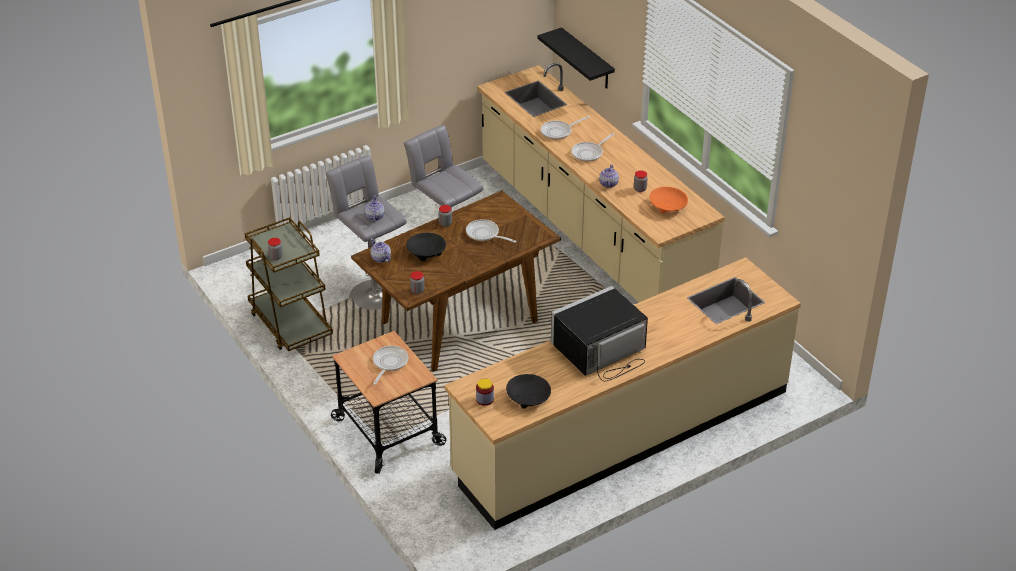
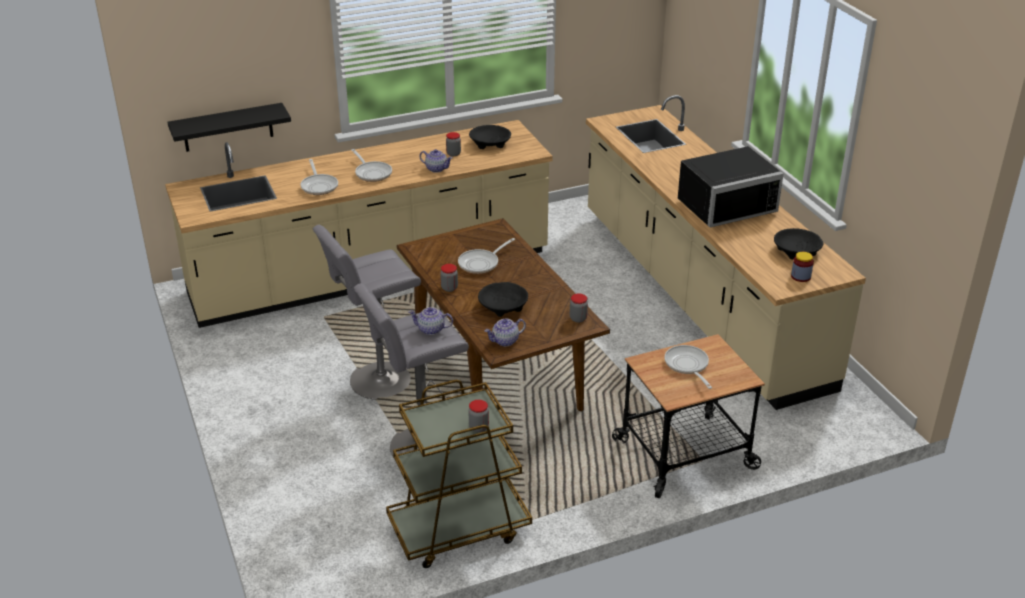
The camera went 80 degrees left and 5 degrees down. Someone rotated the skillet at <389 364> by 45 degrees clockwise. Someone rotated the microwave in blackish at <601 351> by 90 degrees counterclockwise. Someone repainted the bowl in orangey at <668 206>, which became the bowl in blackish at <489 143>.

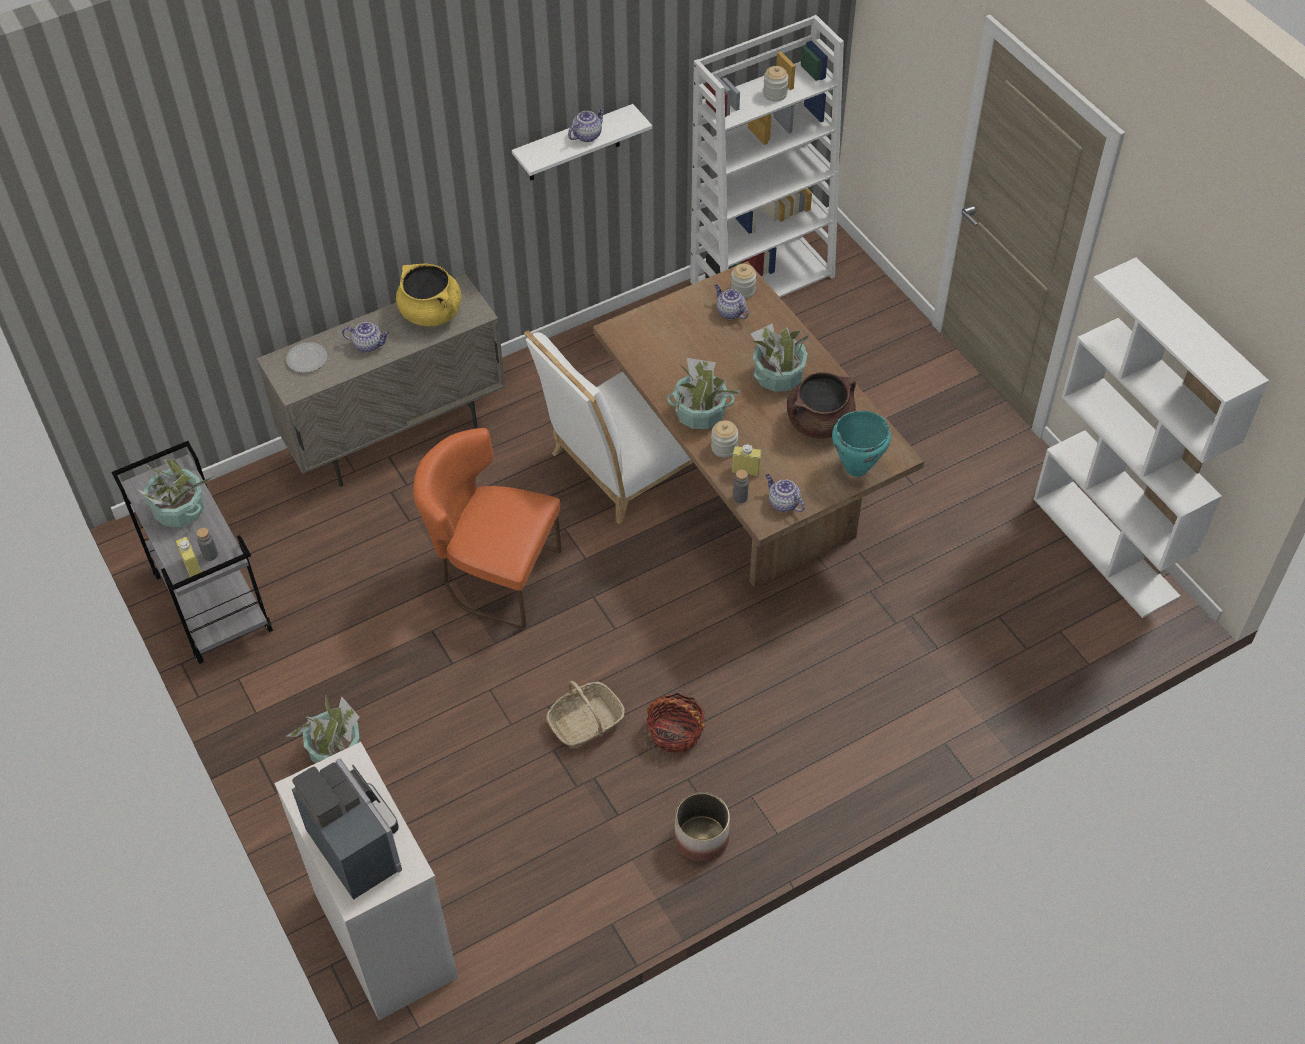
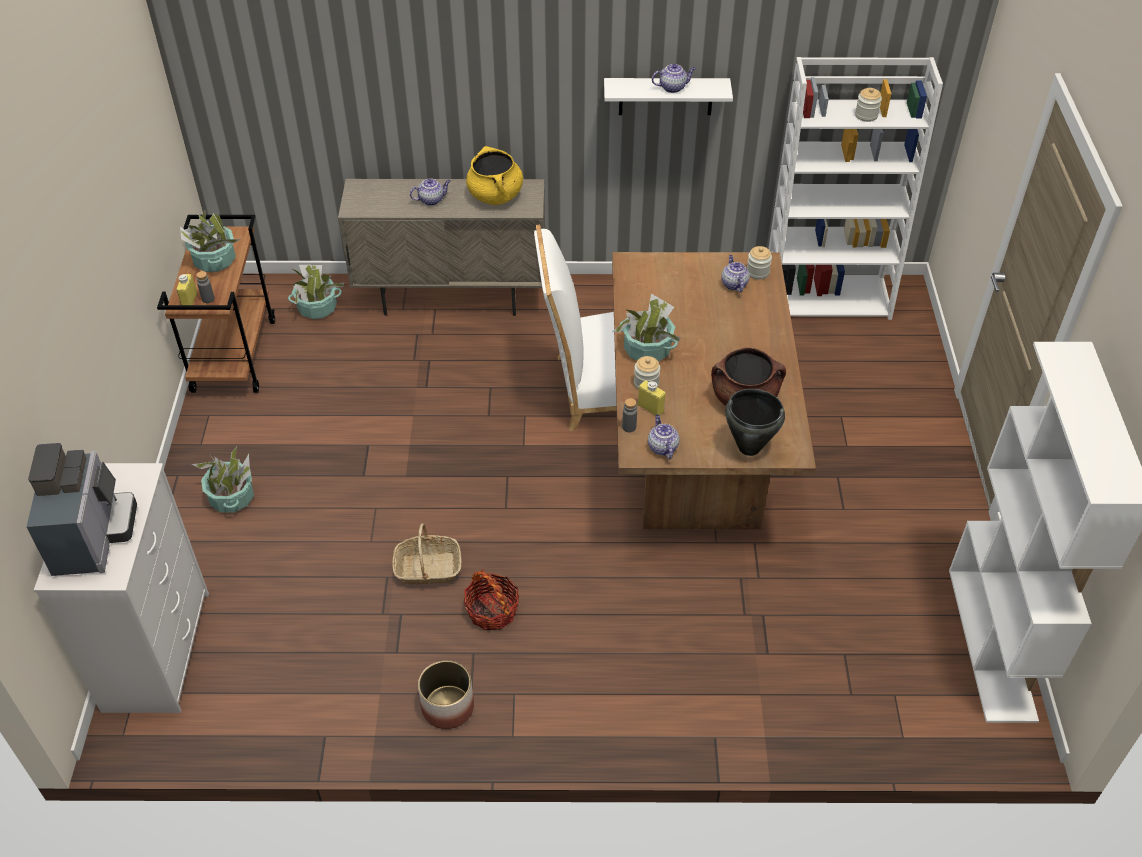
The camera went 30 degrees right and 5 degrees down. Someone repainted the trolley in grey at <211 602>, which became the trolley in brown-coloured at <233 355>. Someone took away the dinner plate at <307 359>. Someone rotated the teapot at <369 345> by 60 degrees counterclockwise. Someone took away the plain chair in orangey at <493 575>. Someone carried the houseplant from <778 376> to <317 308>. Someone repainted the cooking pot in turquoise-coloured at <856 468>, which became the cooking pot in blackish at <749 447>.

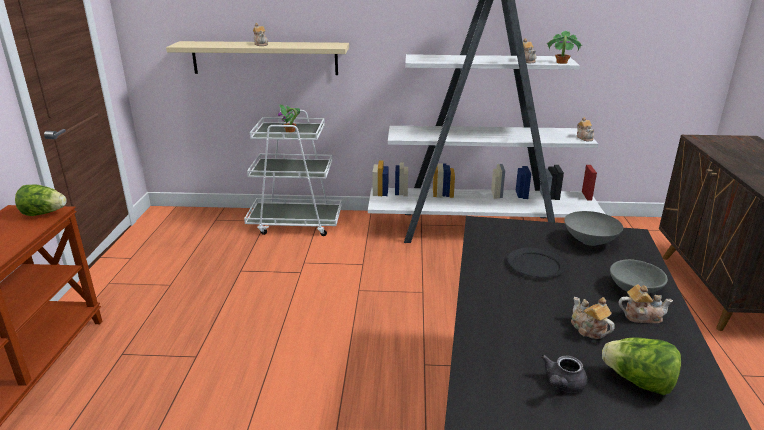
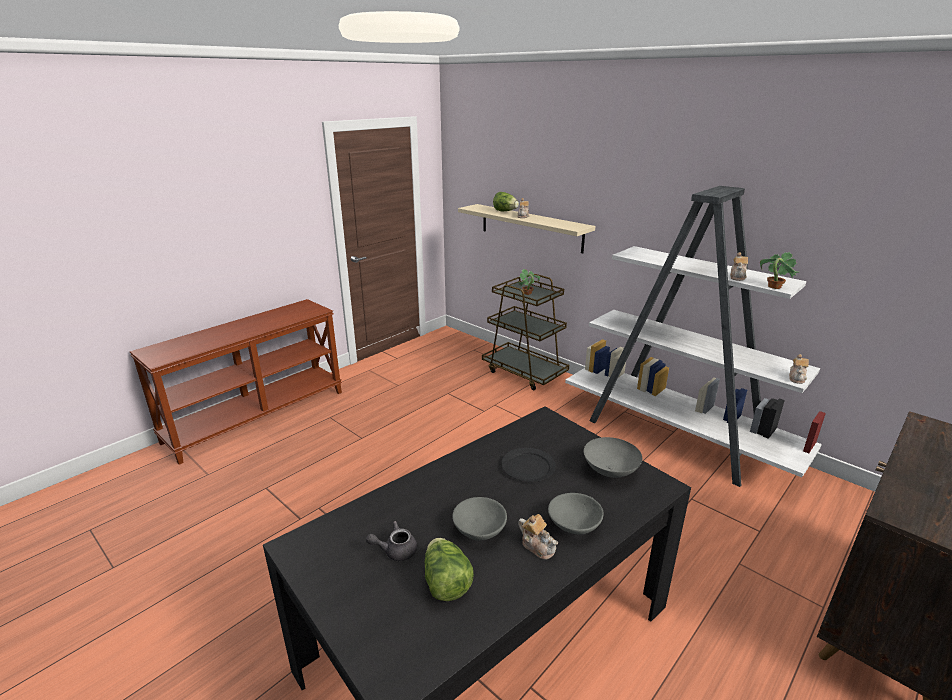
The camera went 40 degrees right and 0 degrees up. Someone carried the lettuce from <44 213> to <505 211>. Someone repainted the trolley in whitish at <296 223>, which became the trolley in brown-coloured at <524 372>. Someone swapped the teapot at <588 329> for the bowl in grey at <479 530>.

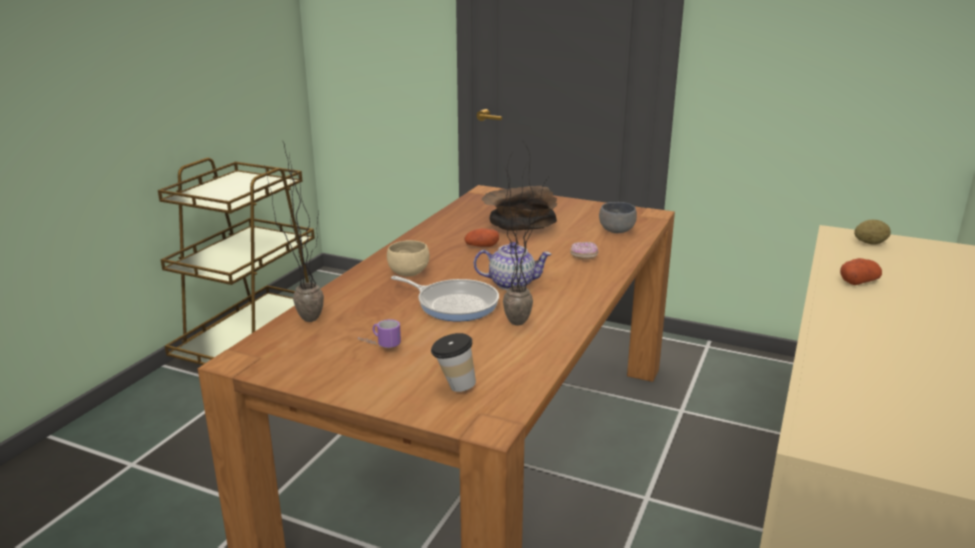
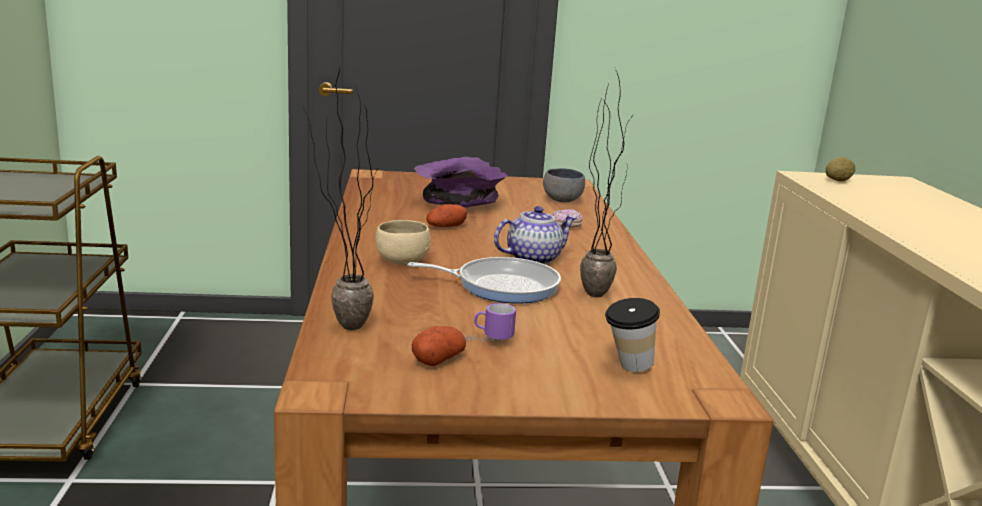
The camera went 30 degrees left and 5 degrees down. Someone repainted the bowl in brown-coloured at <519 226>, which became the bowl in purple at <458 204>. Someone carried the spud from <858 282> to <438 359>.

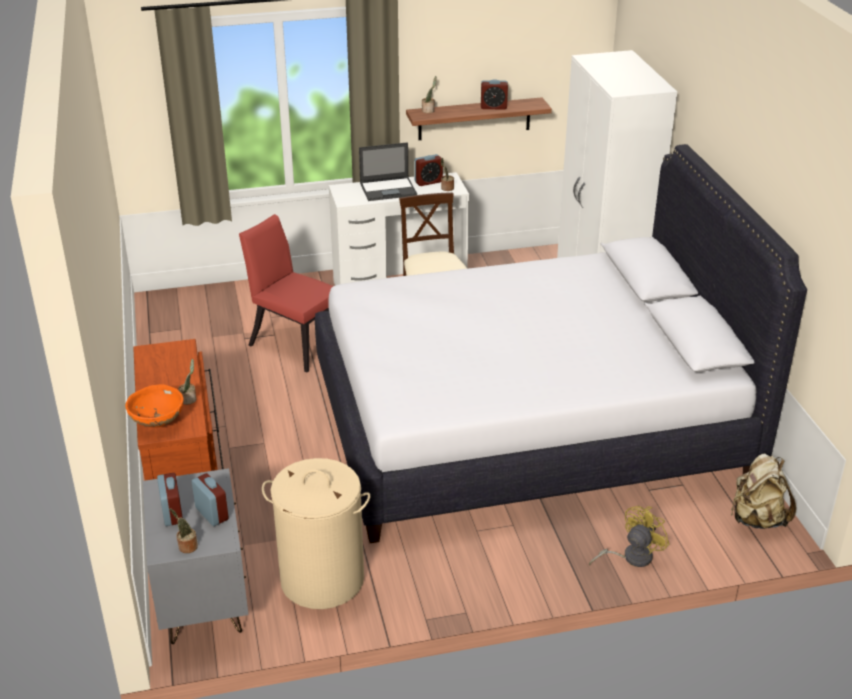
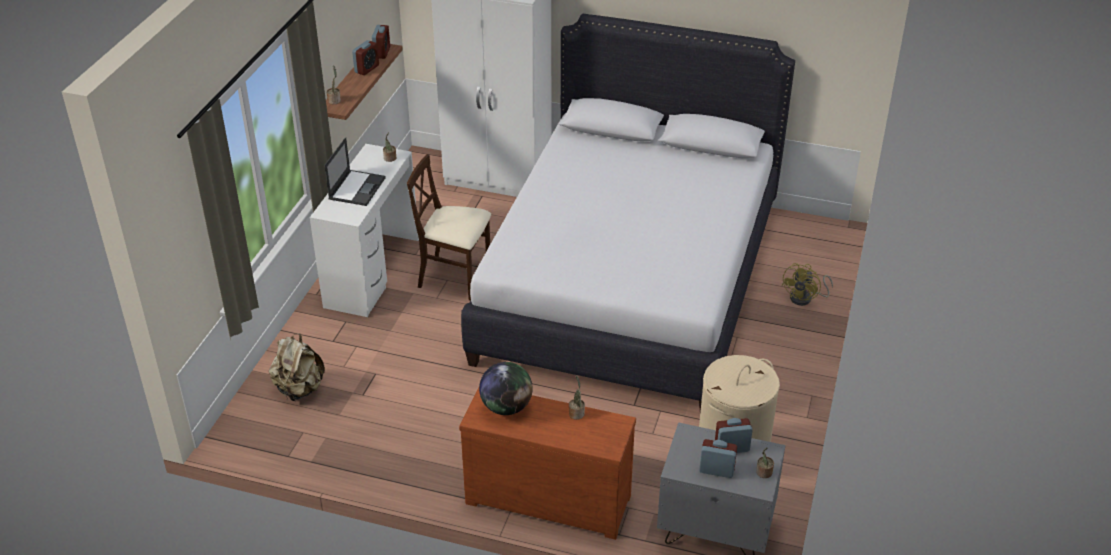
The camera went 60 degrees left and 5 degrees up. Someone took away the bowl in orangey at <157 422>. Someone took away the plain chair in red at <296 341>. Someone carried the bedside clock from <428 182> to <382 53>. Someone rotated the cooling fan in yellow at <631 557> by 135 degrees counterclockwise. Someone carried the knapsack in sand-coloured from <757 519> to <299 389>. Someone put down the globe at <506 407>.

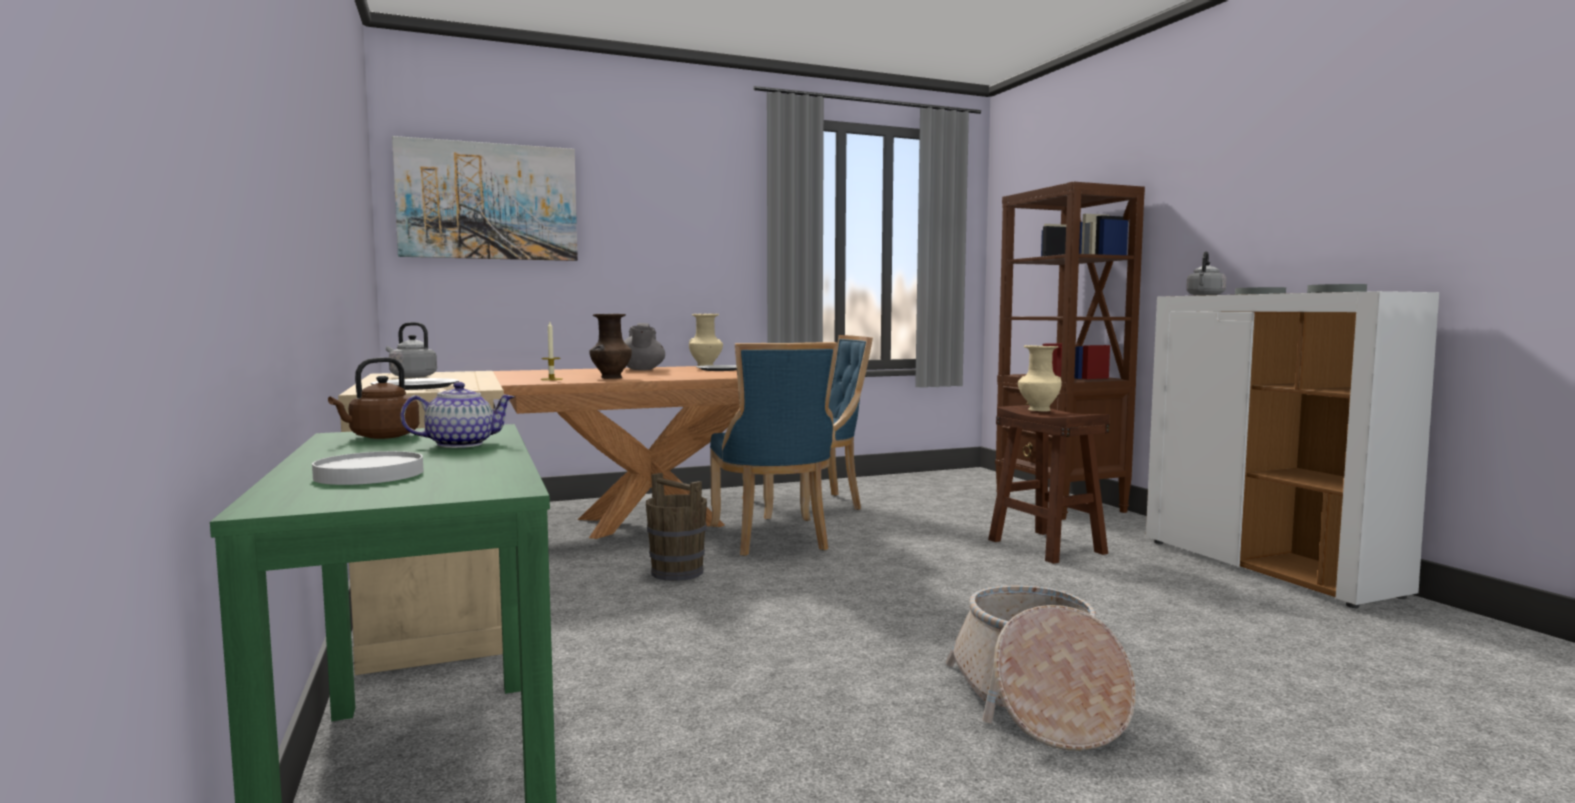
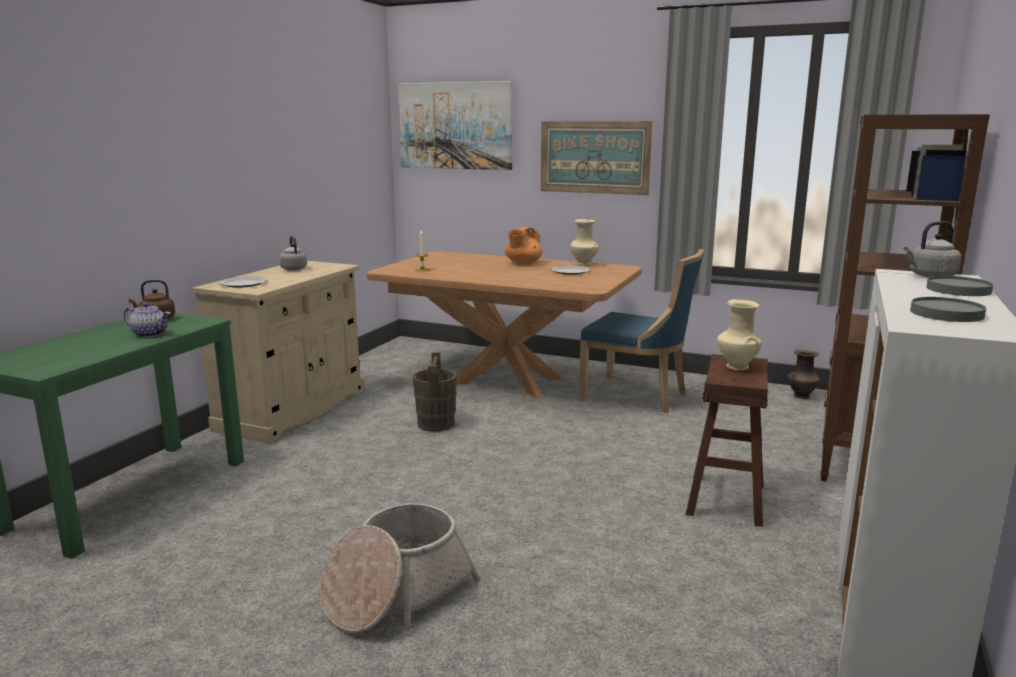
The camera went 45 degrees right and 10 degrees up. Someone took away the dinner plate in whitish at <370 474>. Someone carried the decorative vase in brown-coloured from <611 378> to <800 396>. Someone repainted the teapot in grey at <641 370>, which became the teapot in orangey at <523 263>. Someone took away the plain chair in blue at <772 538>. Someone put up the wall art at <594 157>.

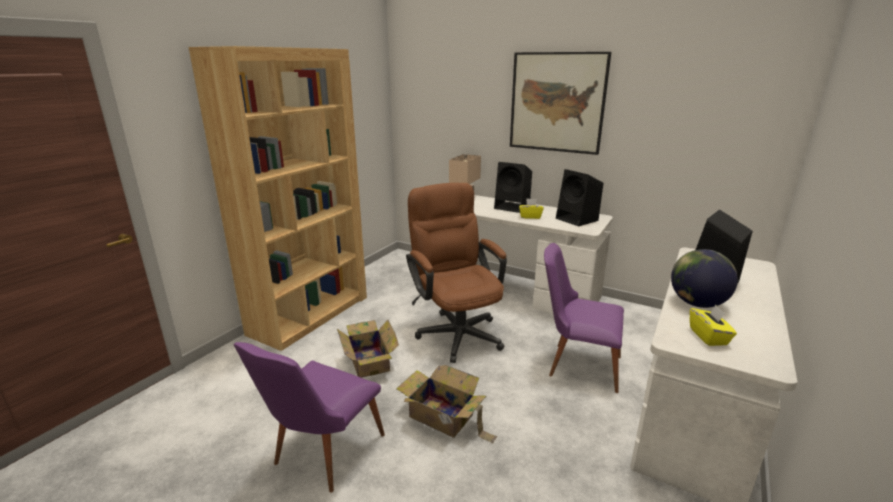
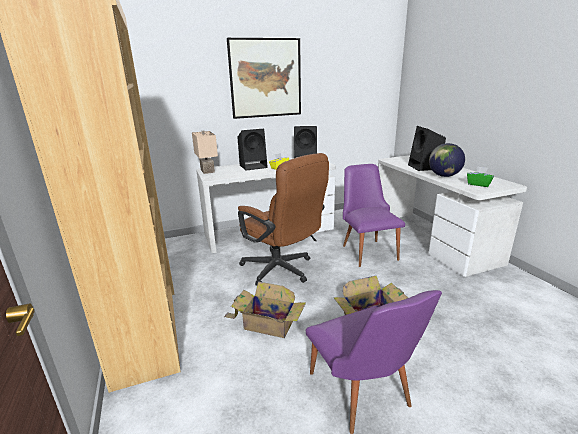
The camera went 50 degrees left and 0 degrees up. Someone rotated the desk chair in brown-coloured at <456 331> by 150 degrees counterclockwise. Someone rotated the plain chair in purple at <576 364> by 105 degrees clockwise. Someone repainted the tissue holder in yellow at <708 336>, which became the tissue holder in green at <478 184>.

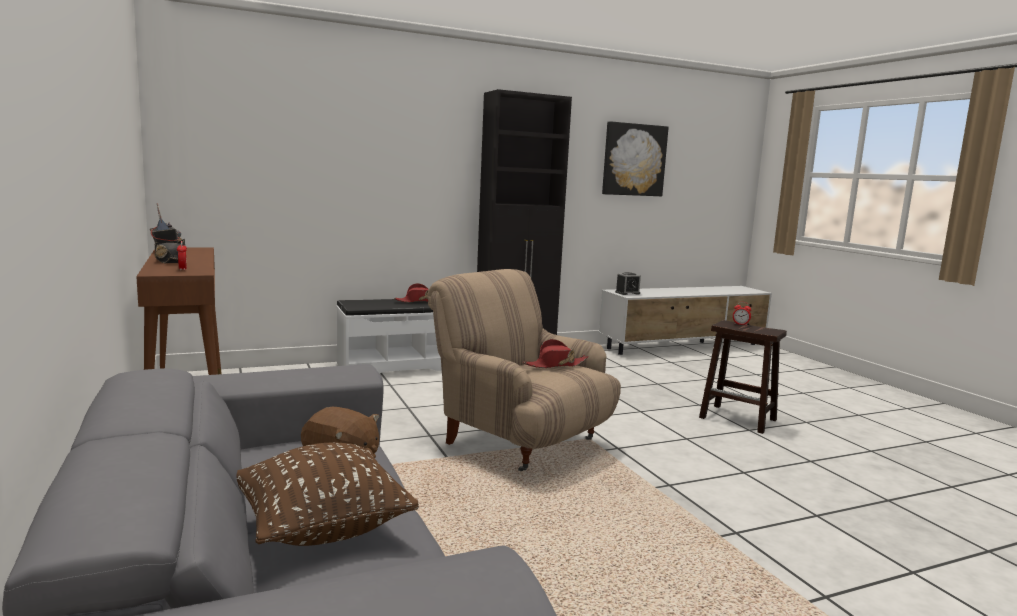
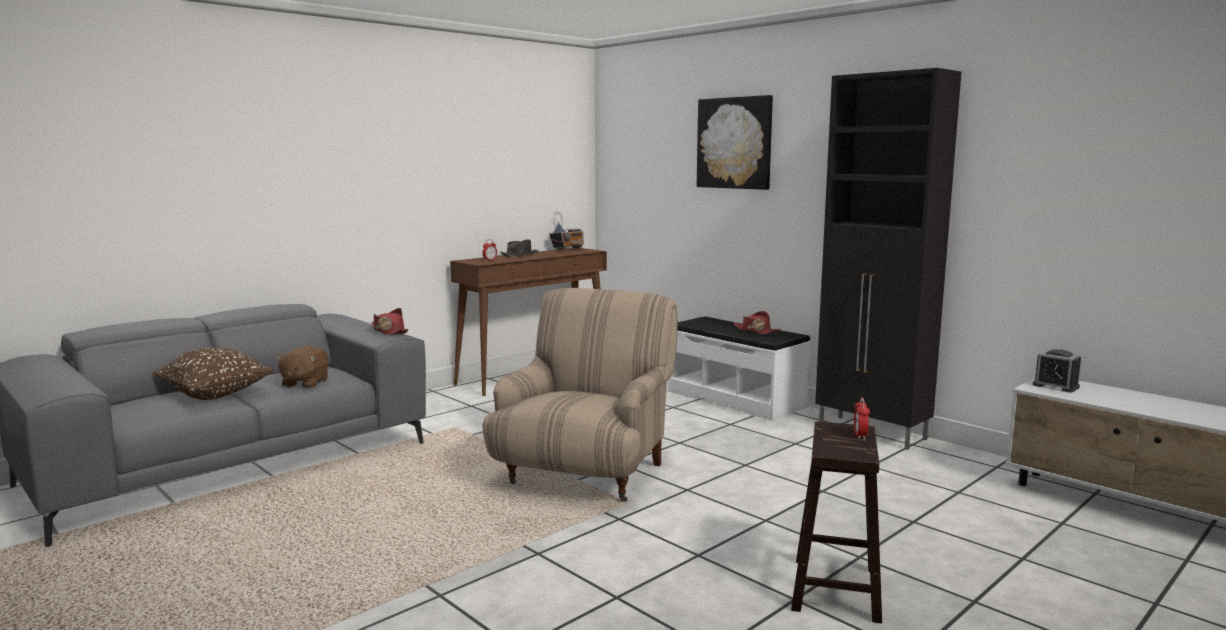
The camera went 70 degrees right and 0 degrees up. Someone carried the wearable hat in red from <555 365> to <389 331>. Someone carried the wall art from <634 160> to <734 143>.

